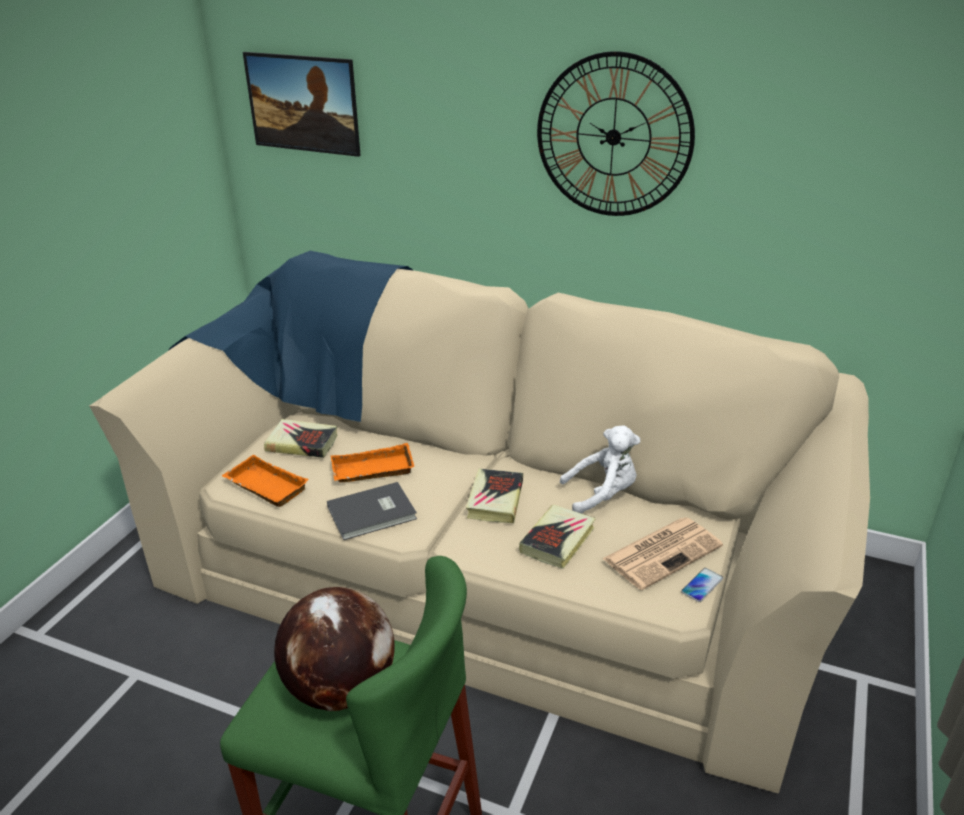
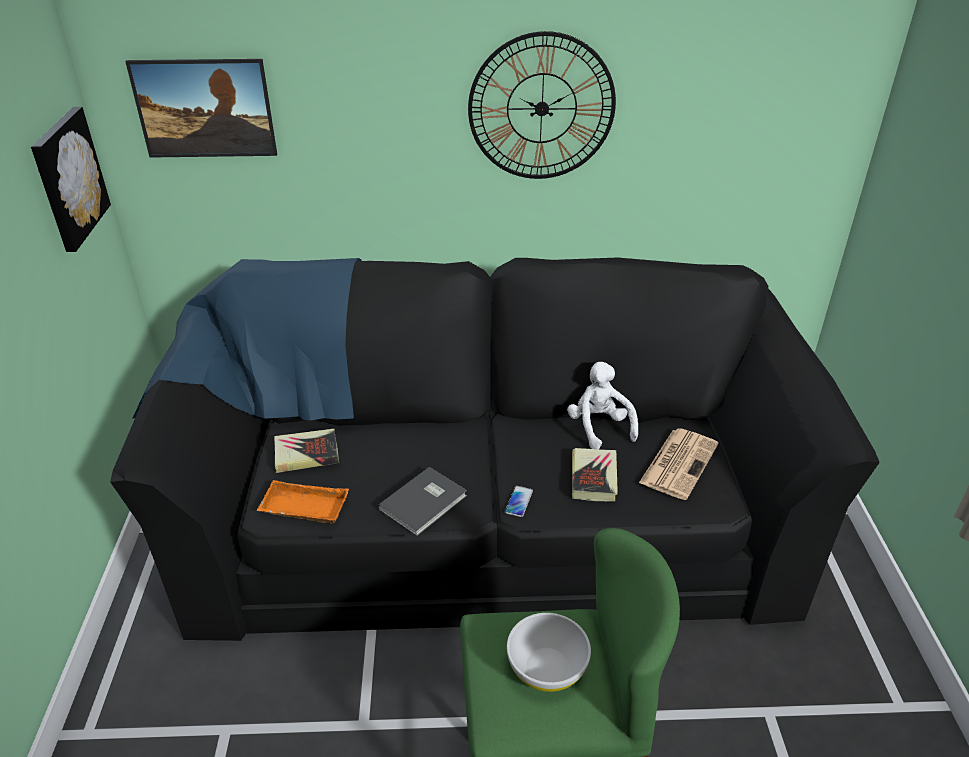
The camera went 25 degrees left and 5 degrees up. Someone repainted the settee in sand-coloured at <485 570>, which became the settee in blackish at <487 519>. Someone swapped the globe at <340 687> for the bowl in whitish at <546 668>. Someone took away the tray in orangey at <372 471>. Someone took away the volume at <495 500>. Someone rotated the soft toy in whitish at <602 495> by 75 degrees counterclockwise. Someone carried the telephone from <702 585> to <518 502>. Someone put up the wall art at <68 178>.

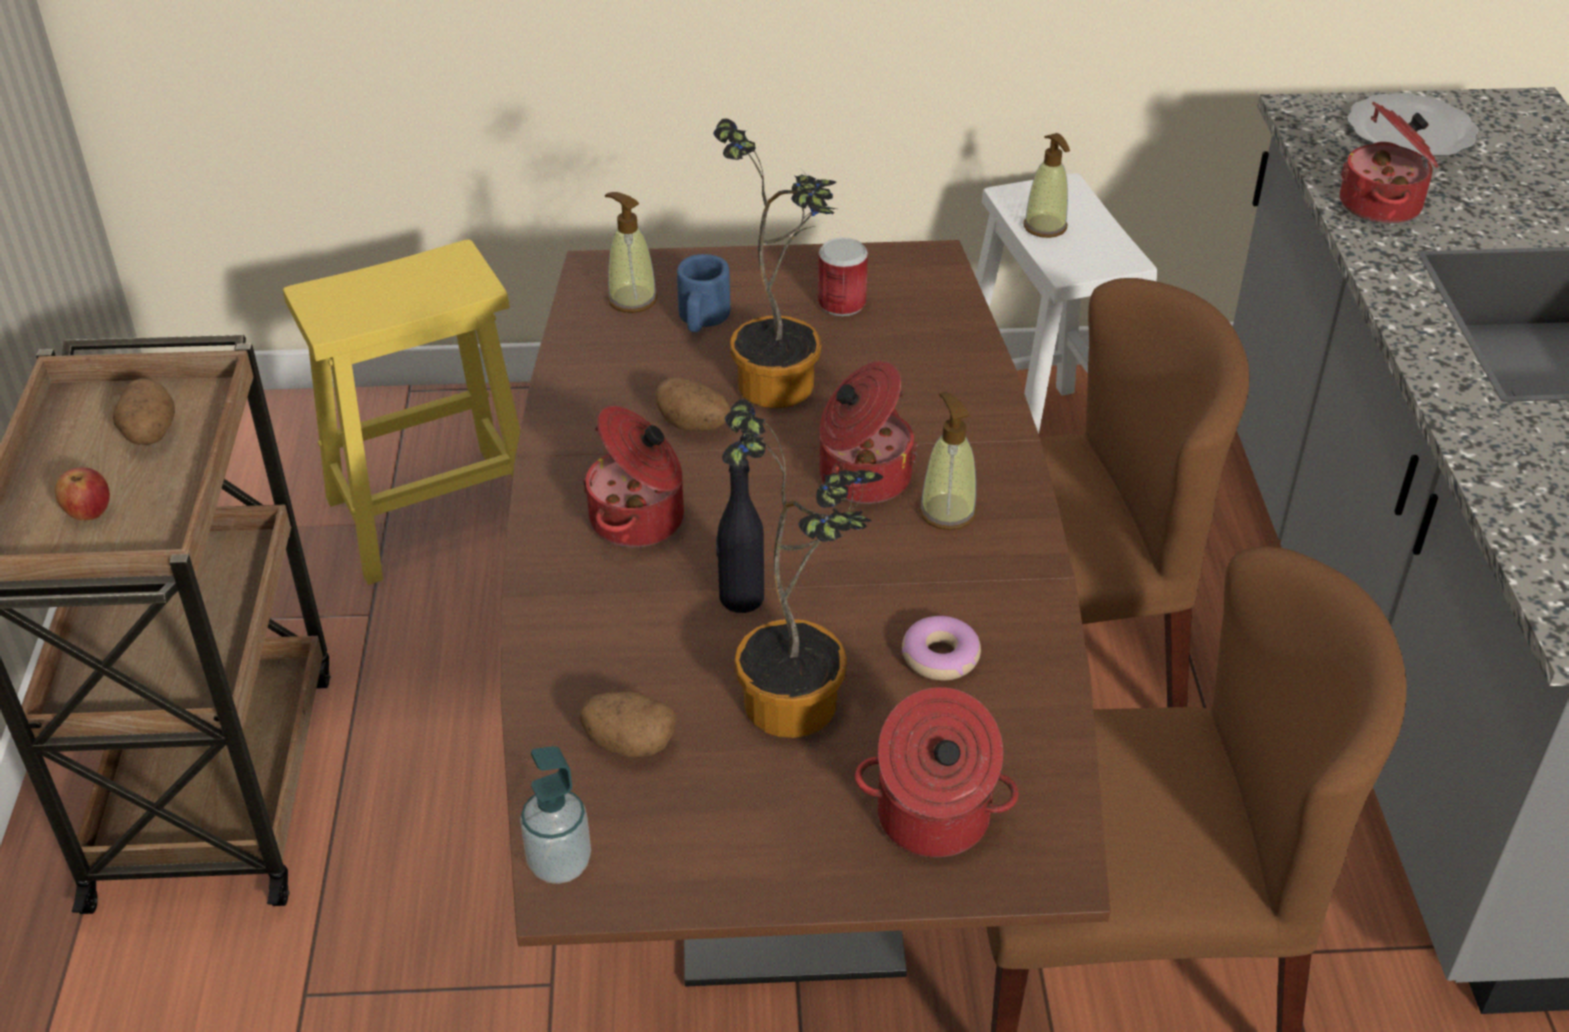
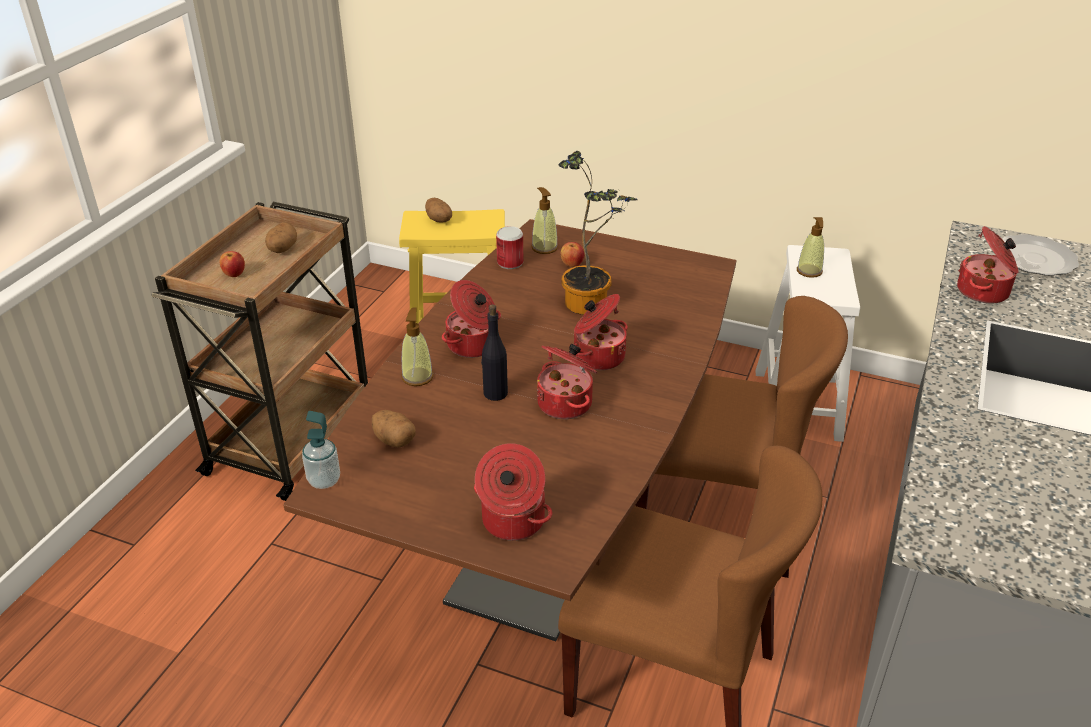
The camera went 25 degrees right and 5 degrees down. Someone carried the spud from <694 425> to <439 220>. Someone swapped the coffee mug in blue at <702 319> for the whole apple at <572 264>. Someone took away the houseplant at <801 696>. Someone carried the metal can from <841 303> to <510 263>. Someone took away the ring doughnut at <940 657>. Someone carried the soap bottle from <947 512> to <417 377>. Someone put down the cooking pot at <566 403>.

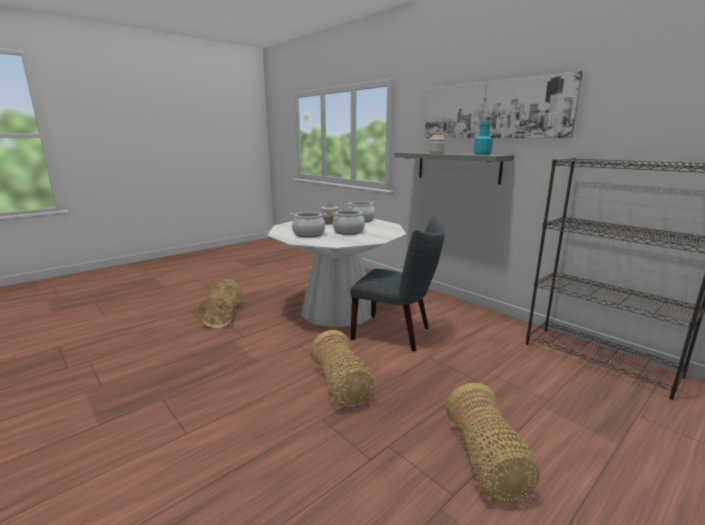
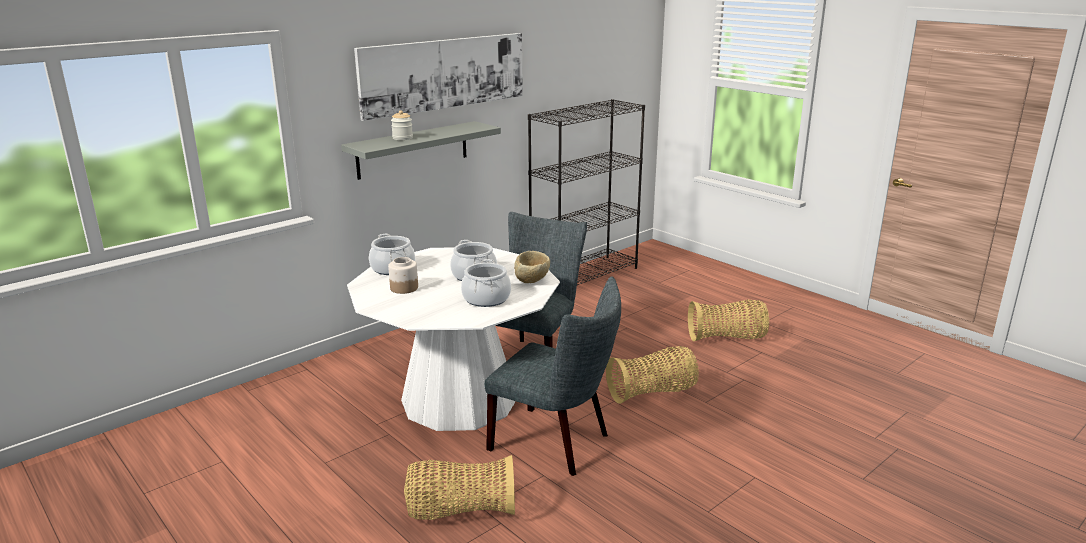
The camera went 90 degrees left and 5 degrees up. Someone took away the drink bottle in turquoise-coloured at <482 154>. Someone put down the plain chair in grey at <556 443>. Someone put down the bowl in sand-coloured at <532 281>.

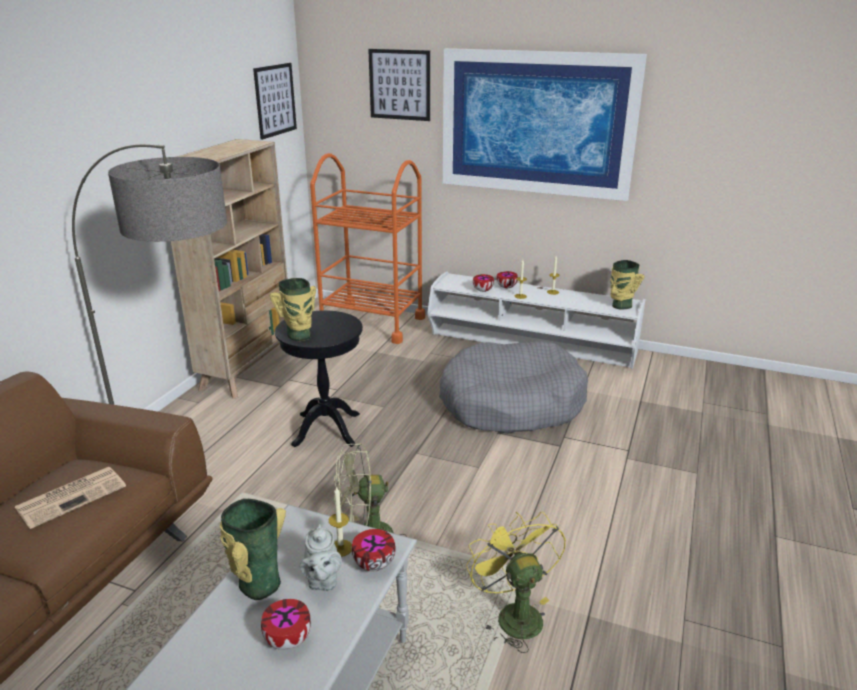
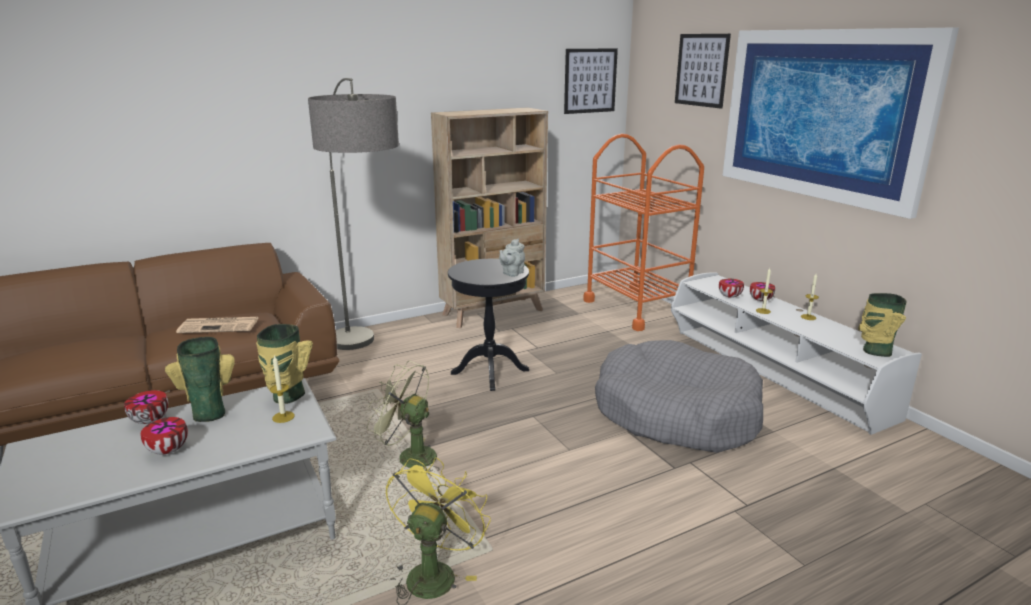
The camera went 40 degrees right and 5 degrees down. Someone carried the decorative vase from <299 336> to <286 396>. Someone carried the teapot in grey from <322 581> to <512 273>. Someone carried the bowl from <374 563> to <151 420>.

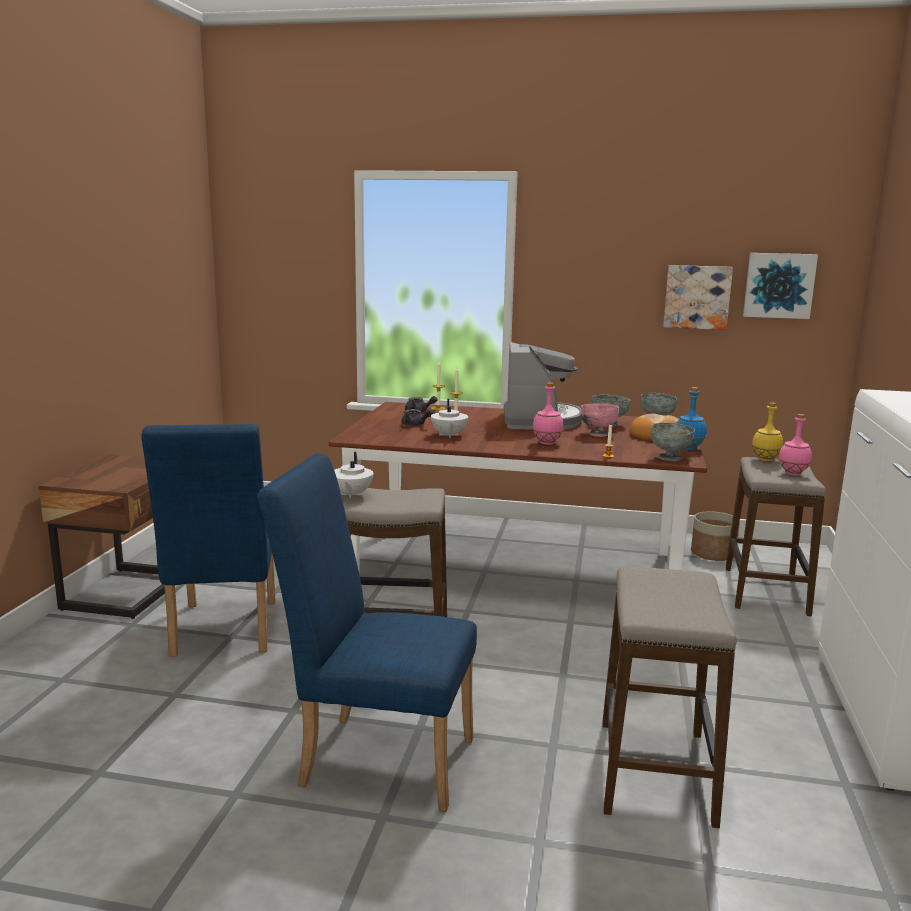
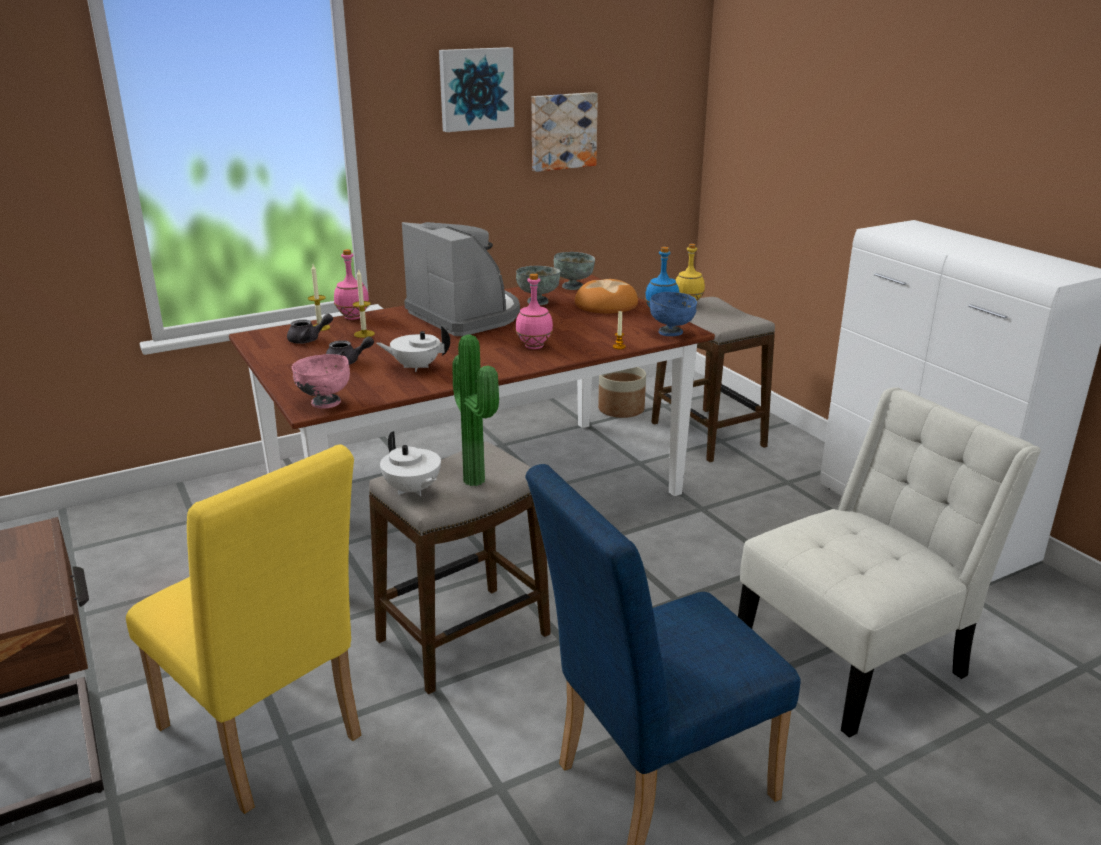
The camera went 40 degrees left and 10 degrees up. Someone repainted the plain chair in blue at <222 632>, which became the plain chair in yellow at <266 741>. Someone rotated the teapot in whitish at <448 435> by 135 degrees clockwise. Someone carried the bowl in pink-coloured from <597 434> to <324 403>. Someone swapped the stool seat at <655 772> for the plain chair in whitish at <858 655>. Someone repainted the bowl in grey at <670 458>, which became the bowl in blue at <671 332>. Someone carried the wall art from <779 285> to <475 89>. Someone carried the drink bottle in pink-coloured from <793 474> to <353 317>. Someone put down the houseplant at <478 479>.

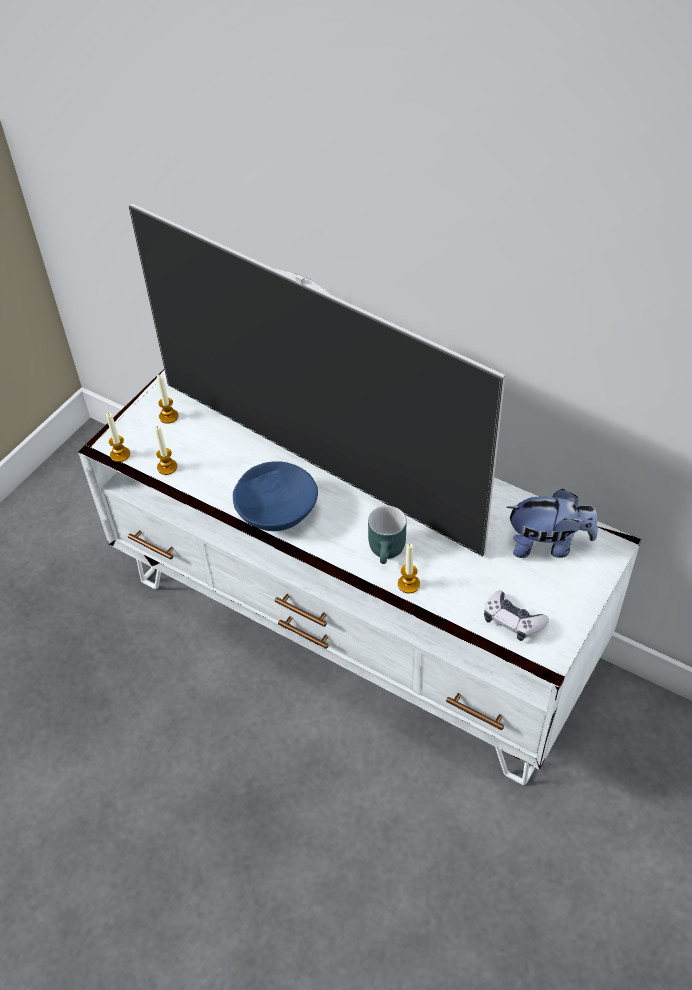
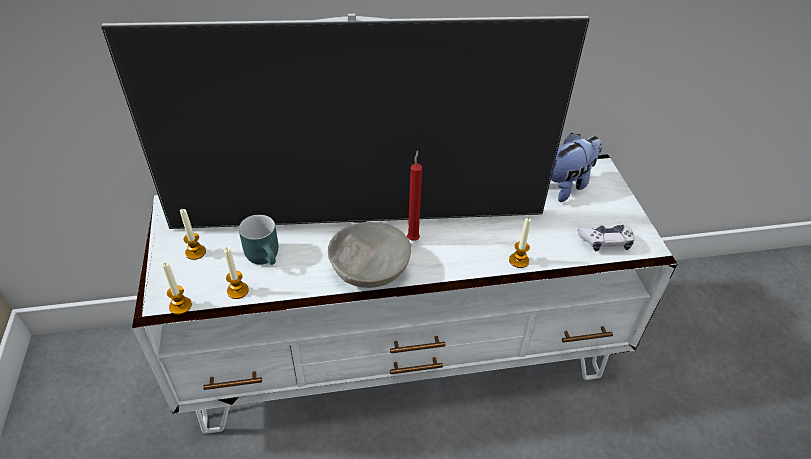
The camera went 45 degrees left and 5 degrees down. Someone repainted the bowl in blue at <276 513>, which became the bowl in grey at <370 271>. Someone carried the coffee mug in turquoise-coloured from <389 551> to <267 256>. Someone put down the wax light in red at <413 238>.

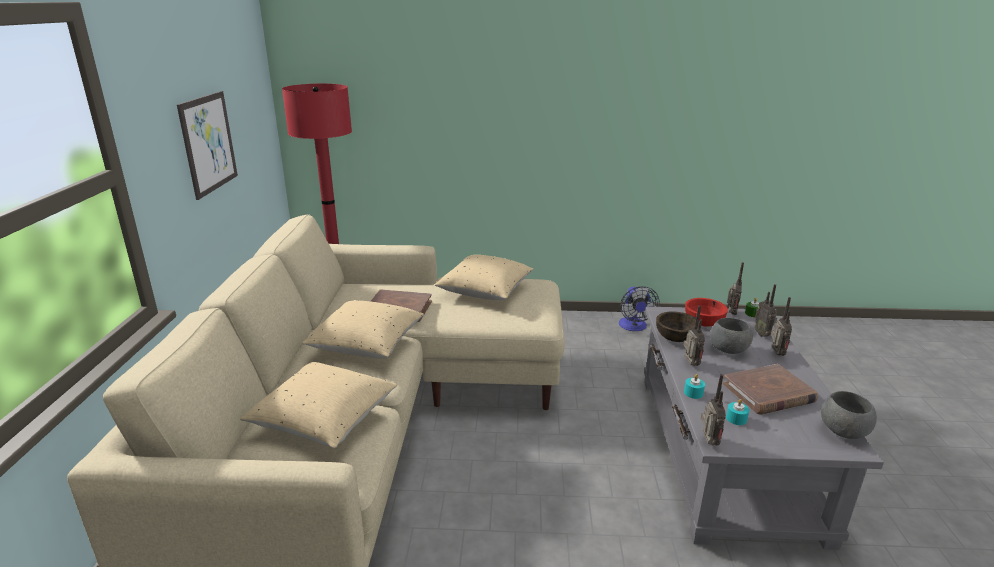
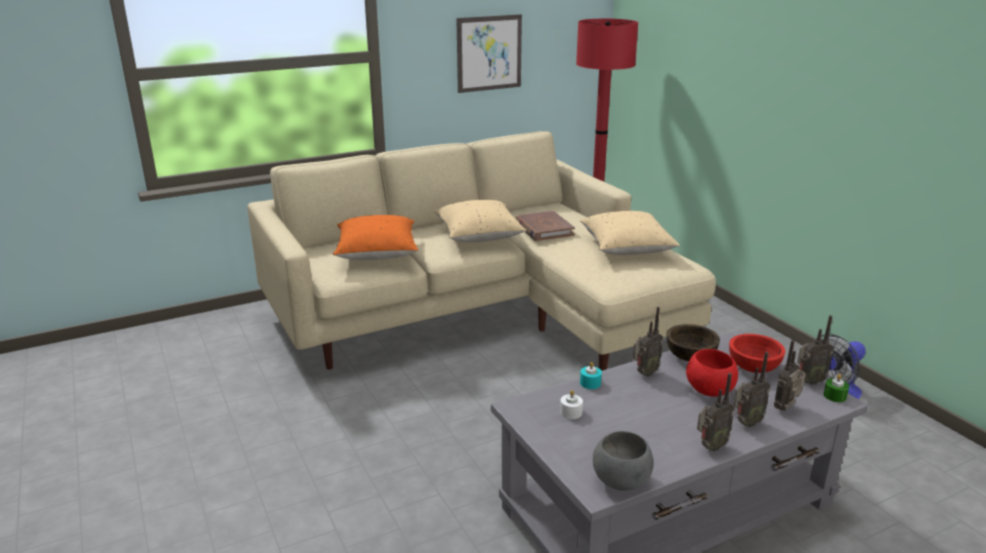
The camera went 60 degrees right and 0 degrees up. Someone repainted the pillow in sand-coloured at <324 421>, which became the pillow in orangey at <377 253>. Someone carried the radio from <708 443> to <710 447>. Someone repainted the bowl in grey at <728 350>, which became the bowl in red at <708 391>. Someone took away the volume in brown-coloured at <768 393>. Someone repainted the wax light in turquoise-coloured at <736 419>, which became the wax light in whitish at <571 412>.

